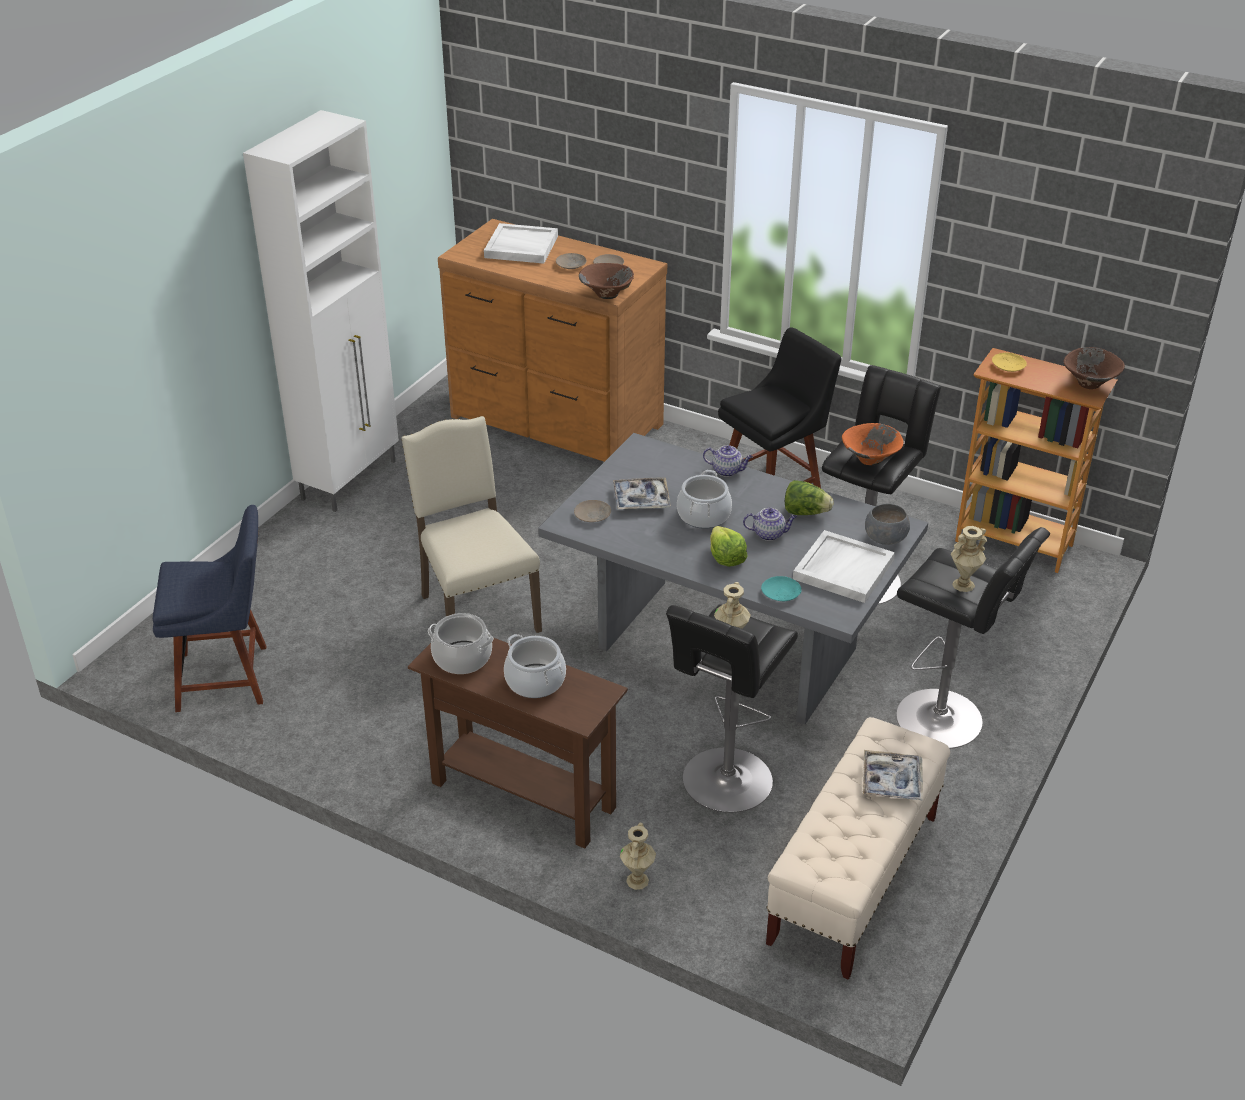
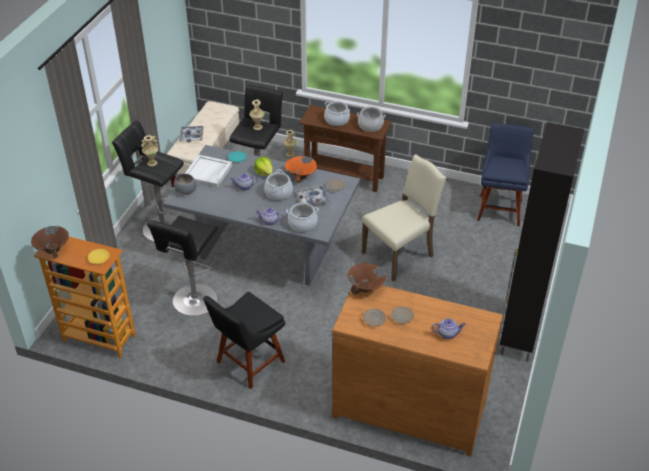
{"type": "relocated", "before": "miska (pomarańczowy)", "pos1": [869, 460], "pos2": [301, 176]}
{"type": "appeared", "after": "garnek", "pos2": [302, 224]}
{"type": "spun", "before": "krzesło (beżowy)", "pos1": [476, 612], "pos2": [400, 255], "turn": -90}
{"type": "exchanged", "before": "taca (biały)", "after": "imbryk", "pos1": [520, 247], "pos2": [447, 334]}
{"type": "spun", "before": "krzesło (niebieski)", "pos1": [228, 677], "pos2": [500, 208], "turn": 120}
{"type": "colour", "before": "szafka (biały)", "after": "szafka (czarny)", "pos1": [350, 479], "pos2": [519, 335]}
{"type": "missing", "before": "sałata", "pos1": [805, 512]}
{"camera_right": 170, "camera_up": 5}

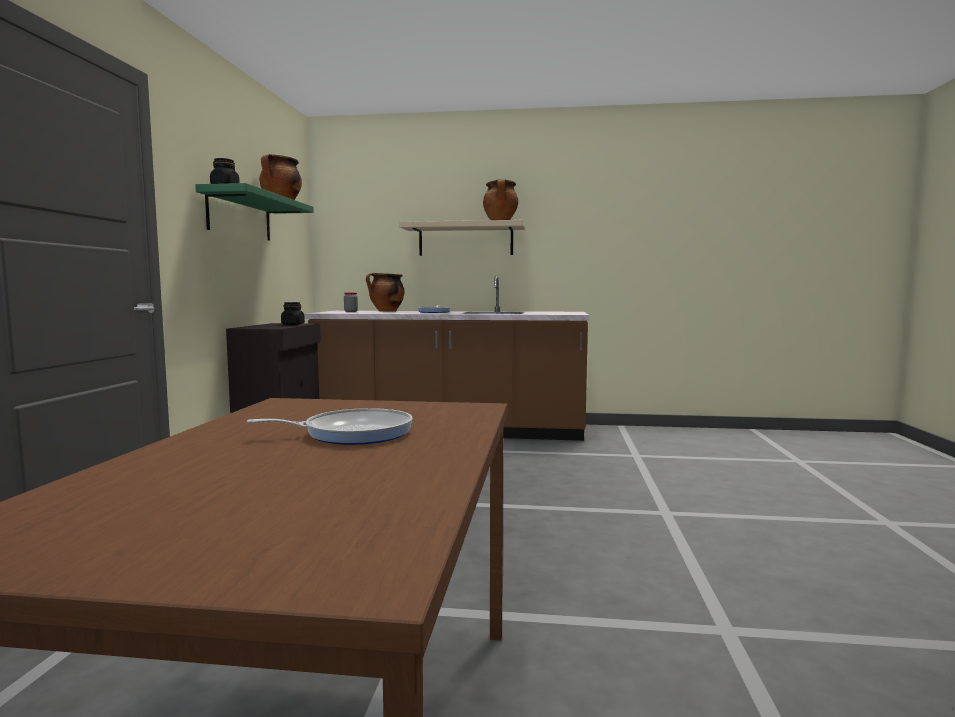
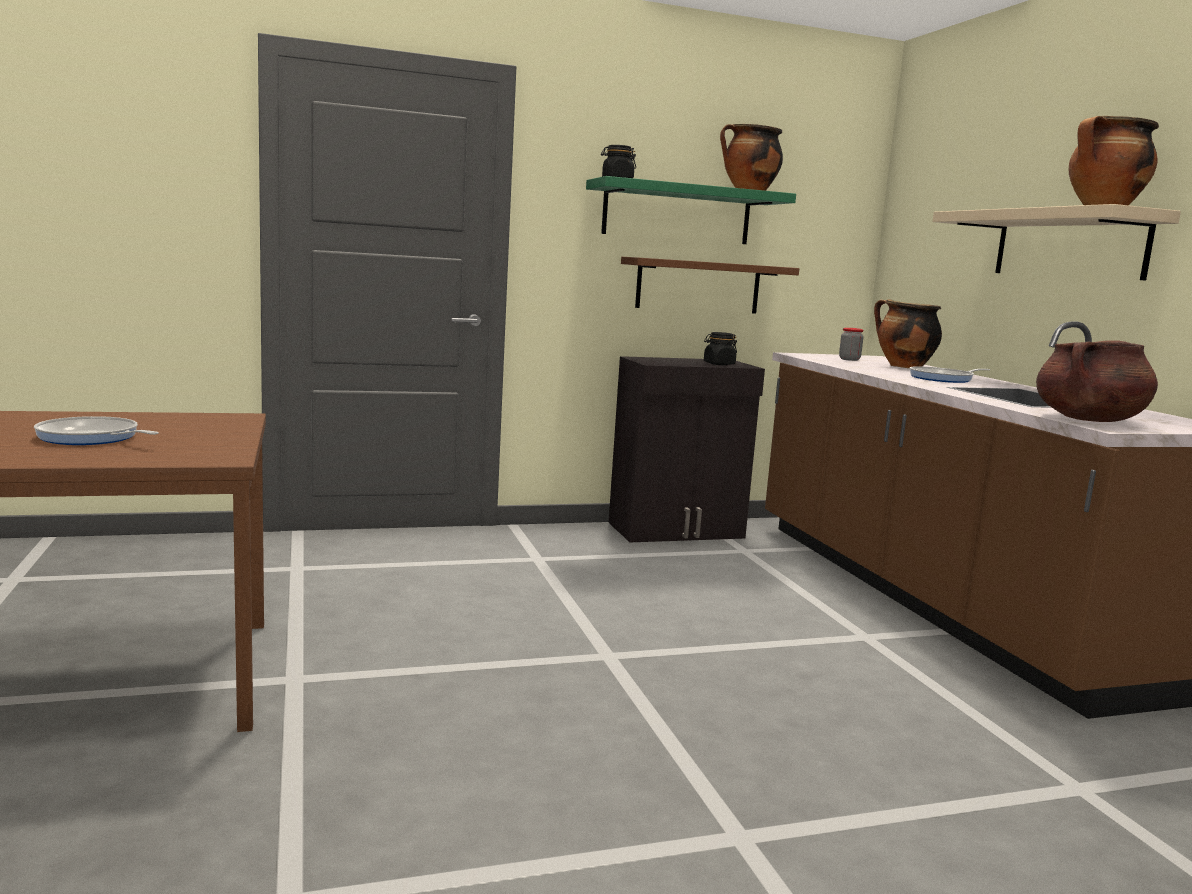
{"type": "spun", "before": "patelnia", "pos1": [352, 433], "pos2": [91, 438], "turn": 150}
{"type": "appeared", "after": "półka (brązowy)", "pos2": [698, 286]}
{"type": "appeared", "after": "garnek (brązowy)", "pos2": [1089, 420]}
{"camera_right": 65, "camera_up": 5}

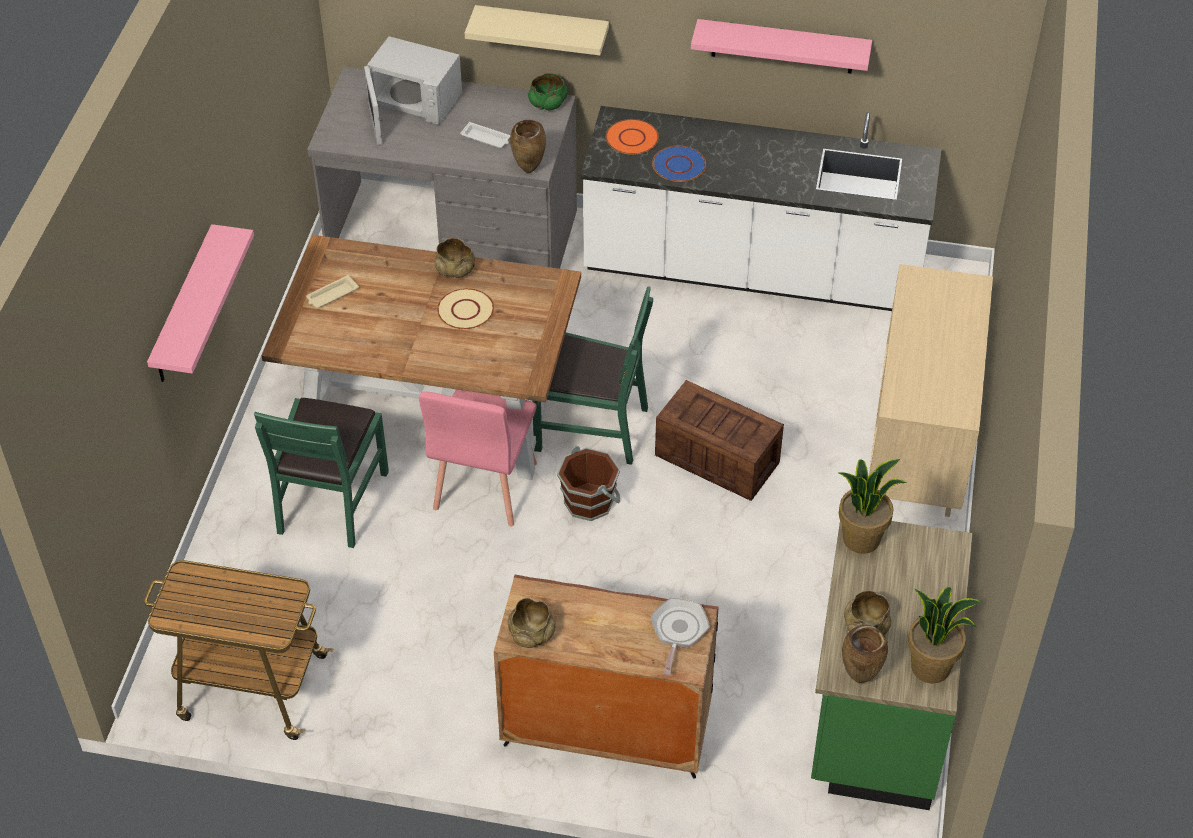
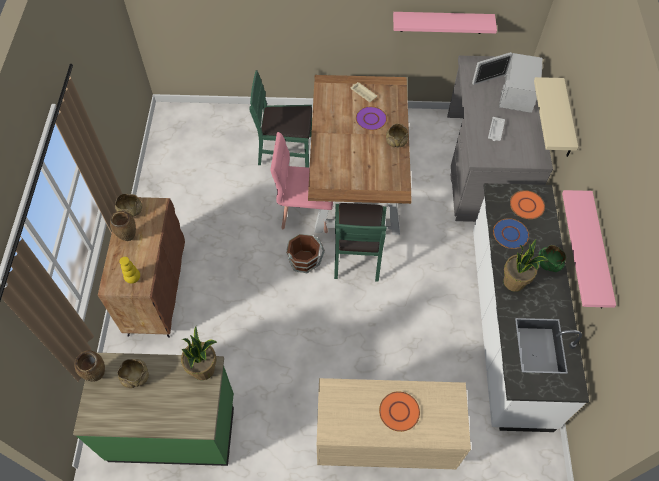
{"type": "relocated", "before": "wazon (brązowy)", "pos1": [529, 170], "pos2": [128, 238]}
{"type": "exchanged", "before": "patelnia", "after": "wazon (żółty)", "pos1": [678, 631], "pos2": [133, 278]}
{"type": "appeared", "after": "talerz (fioletowy)", "pos2": [371, 119]}
{"type": "appeared", "after": "talerz (pomarańczowy)", "pos2": [399, 411]}
{"type": "relocated", "before": "półka (różowy)", "pos1": [183, 307], "pos2": [442, 22]}
{"type": "relocated", "before": "roślina doniczkowa", "pos1": [931, 666], "pos2": [514, 282]}
{"type": "relocated", "before": "miska (zielony)", "pos1": [548, 103], "pos2": [549, 263]}
{"type": "missing", "before": "wózek", "pos1": [250, 686]}
{"type": "missing", "before": "talerz (beżowy)", "pos1": [465, 310]}
{"type": "missing", "before": "skrzynka", "pos1": [715, 458]}
{"camera_right": 80, "camera_up": 10}

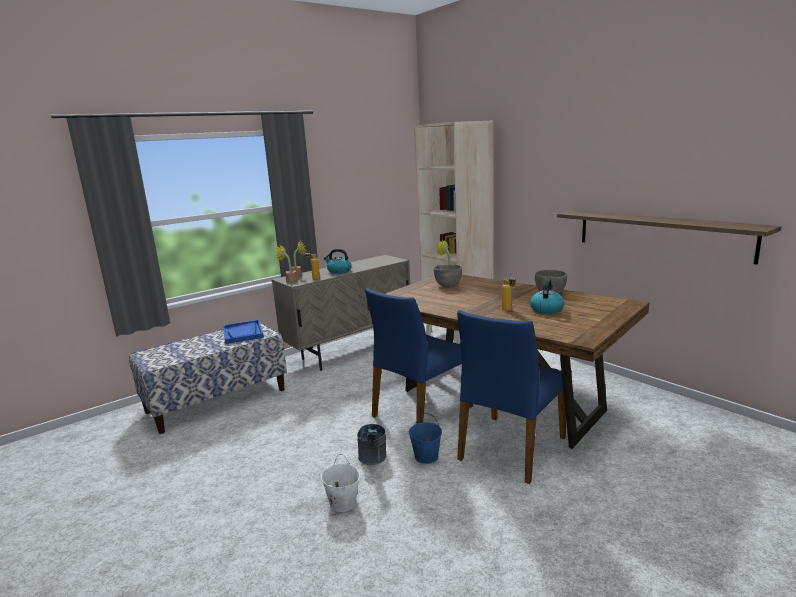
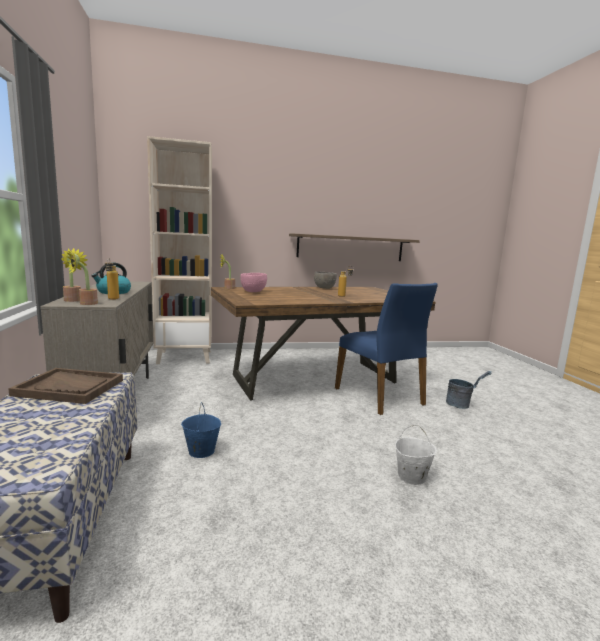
{"type": "colour", "before": "taca (niebieski)", "after": "taca (brązowy)", "pos1": [243, 333], "pos2": [70, 387]}
{"type": "relocated", "before": "wiadro (niebieski)", "pos1": [426, 456], "pos2": [201, 451]}
{"type": "colour", "before": "miska (szary)", "after": "miska (różowy)", "pos1": [448, 285], "pos2": [253, 292]}
{"type": "relocated", "before": "wiadro (szary)", "pos1": [373, 460], "pos2": [462, 405]}
{"type": "missing", "before": "krzesło (niebieski)", "pos1": [420, 411]}
{"type": "missing", "before": "czajnik", "pos1": [546, 309]}
{"camera_right": -65, "camera_up": -5}

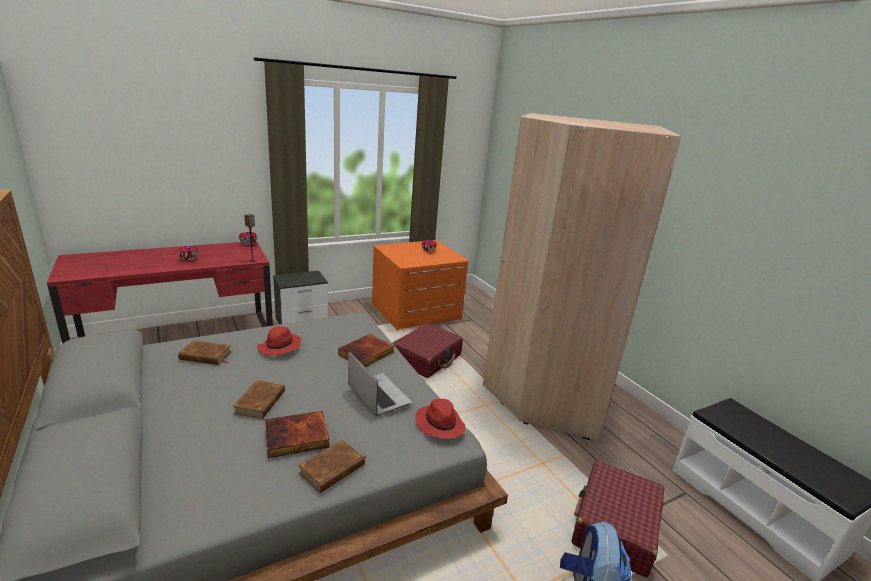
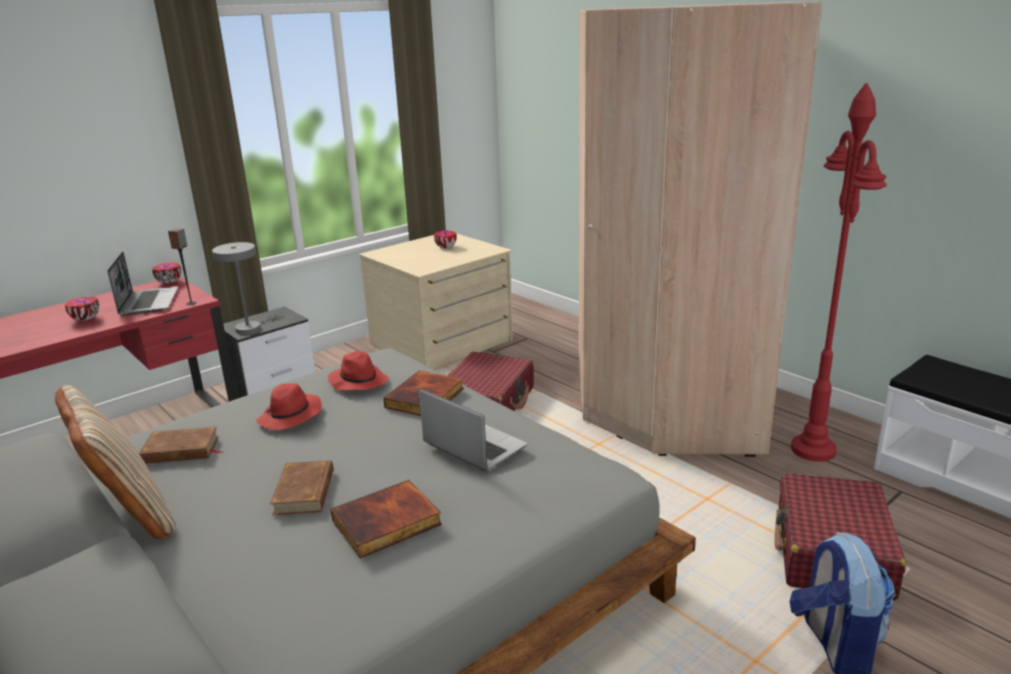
{"type": "appeared", "after": "poduszka (beżowy)", "pos2": [130, 516]}
{"type": "appeared", "after": "laptop", "pos2": [148, 302]}
{"type": "appeared", "after": "lampa stołowa (szary)", "pos2": [252, 328]}
{"type": "relocated", "before": "kapelusz (czerwony)", "pos1": [439, 424], "pos2": [358, 381]}
{"type": "colour", "before": "komoda (pomarańczowy)", "after": "komoda (beżowy)", "pos1": [416, 312], "pos2": [442, 343]}
{"type": "appeared", "after": "lampa stojąca (czerwony)", "pos2": [812, 449]}
{"type": "missing", "before": "książka (brązowy)", "pos1": [332, 469]}
{"camera_right": -10, "camera_up": 0}

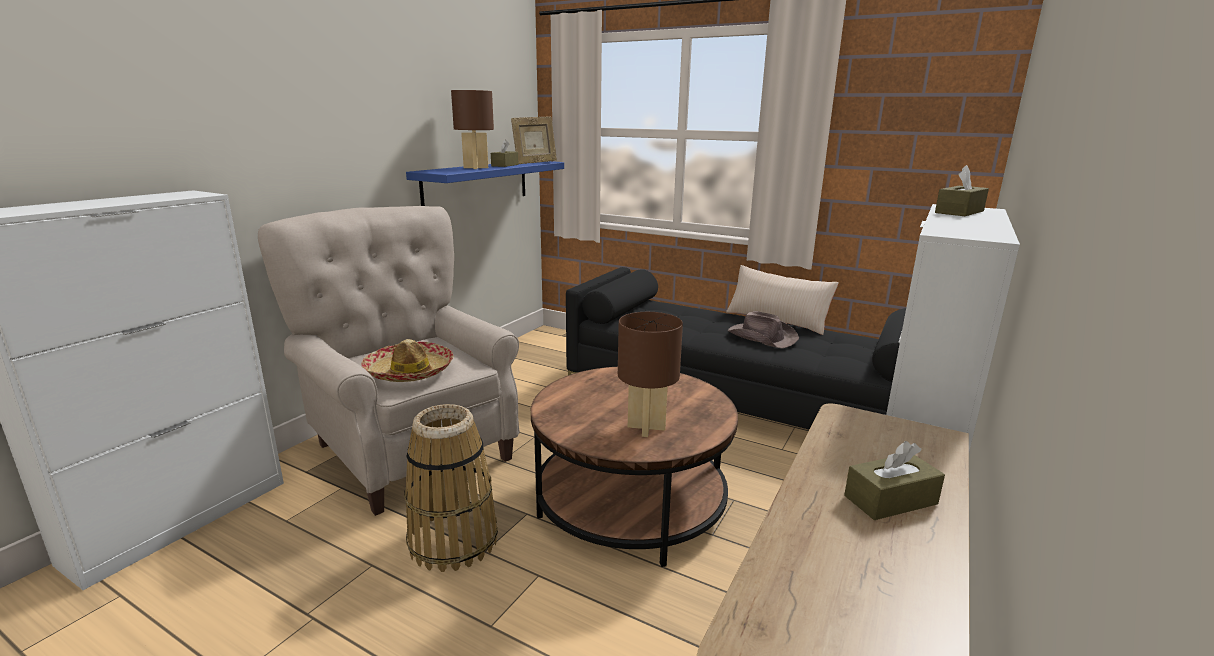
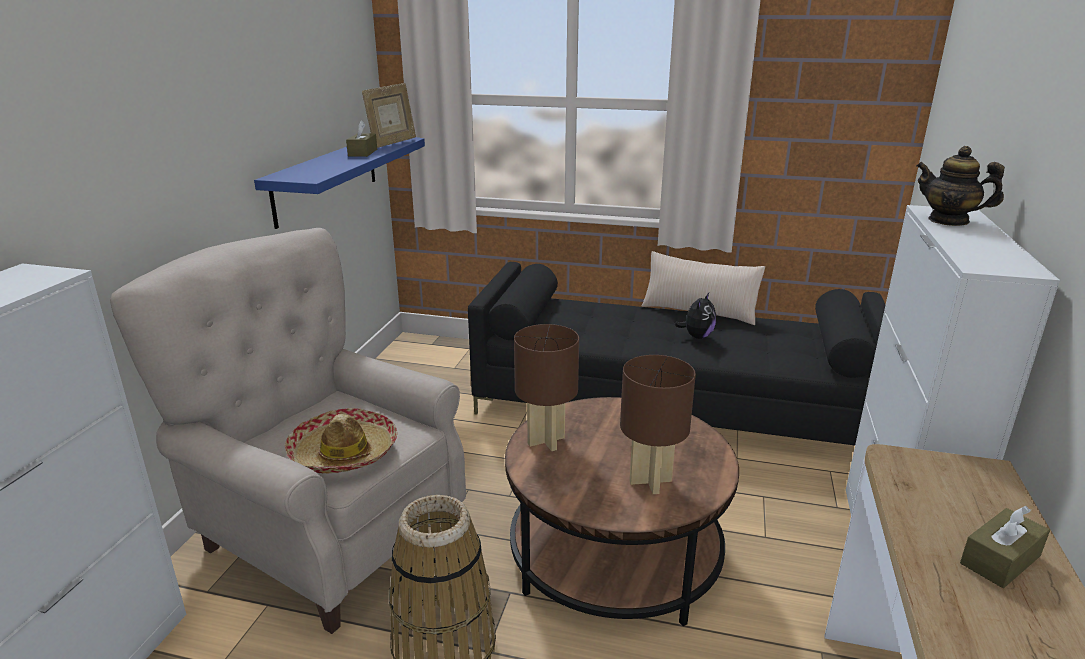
{"type": "relocated", "before": "lampa stołowa (brązowy)", "pos1": [475, 168], "pos2": [545, 441]}
{"type": "exchanged", "before": "kapelusz (brązowy)", "after": "pluszak", "pos1": [761, 336], "pos2": [697, 336]}
{"type": "exchanged", "before": "pudełko chusteczek (brązowy)", "after": "imbryk", "pos1": [959, 212], "pos2": [948, 221]}
{"camera_right": -15, "camera_up": 5}

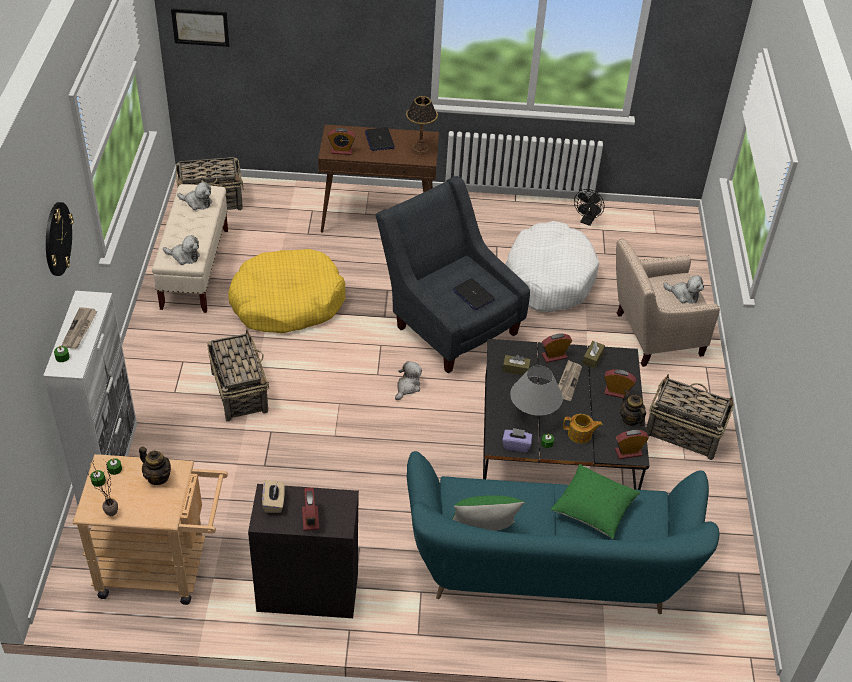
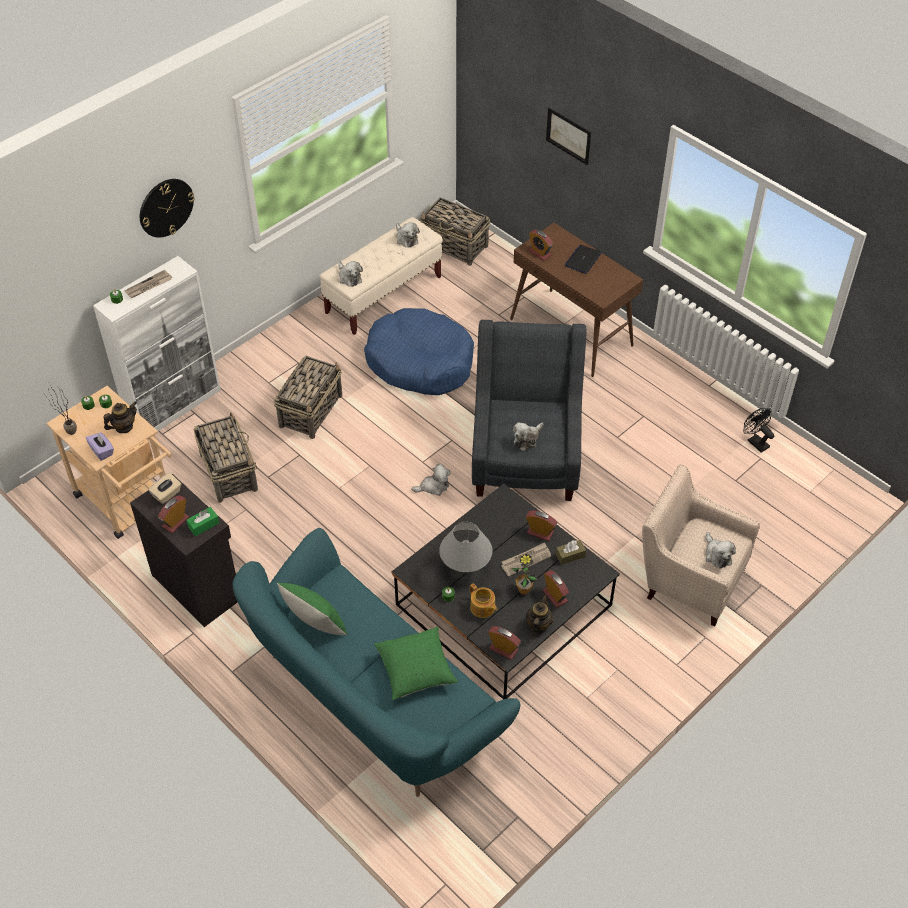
{"type": "relocated", "before": "pudełko chusteczek (fioletowy)", "pos1": [516, 445], "pos2": [102, 451]}
{"type": "spun", "before": "imbryk", "pos1": [158, 477], "pos2": [124, 427], "turn": -120}
{"type": "appeared", "after": "pudełko chusteczek (zielony)", "pos2": [203, 525]}
{"type": "relocated", "before": "koszyk", "pos1": [683, 433], "pos2": [228, 471]}
{"type": "colour", "before": "legowisko (żółty)", "after": "legowisko (niebieski)", "pos1": [287, 302], "pos2": [420, 362]}
{"type": "appeared", "after": "roślina doniczkowa", "pos2": [524, 590]}
{"type": "exchanged", "before": "laptop", "after": "pluszak", "pos1": [473, 295], "pos2": [527, 439]}
{"type": "relocated", "before": "obraz", "pos1": [200, 27], "pos2": [568, 136]}
{"type": "spun", "before": "wentylator (czarny)", "pos1": [587, 221], "pos2": [755, 442], "turn": 75}
{"type": "missing", "before": "lampa stołowa", "pos1": [420, 149]}
{"type": "missing", "before": "pudełko chusteczek (brązowy)", "pos1": [515, 369]}
{"type": "missing", "before": "legowisko (biały)", "pos1": [549, 278]}
{"camera_right": 45, "camera_up": 5}

